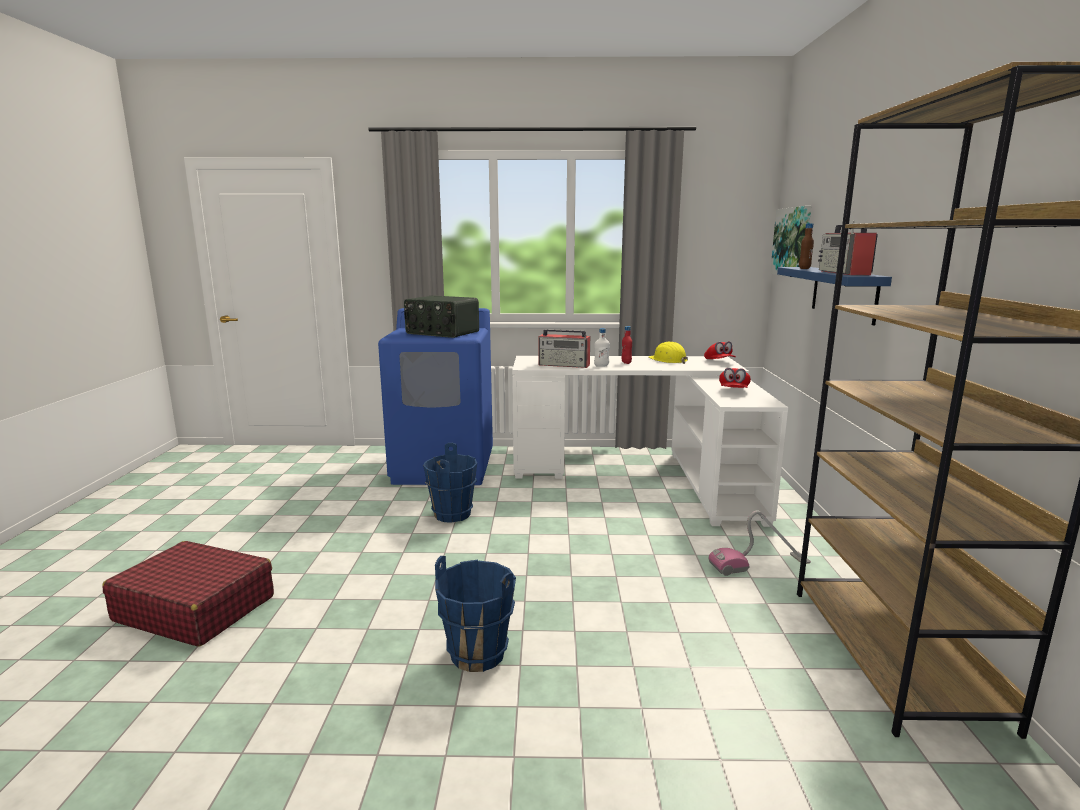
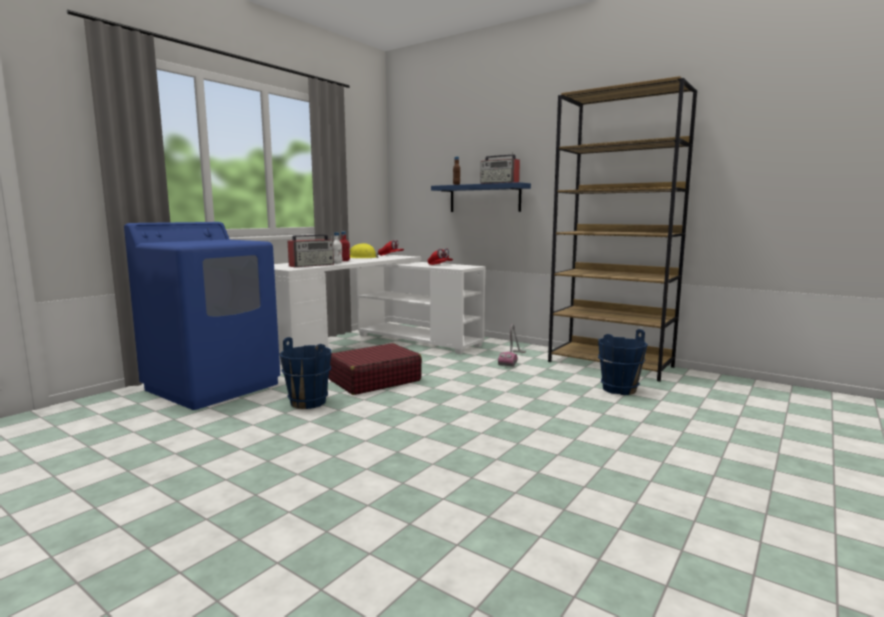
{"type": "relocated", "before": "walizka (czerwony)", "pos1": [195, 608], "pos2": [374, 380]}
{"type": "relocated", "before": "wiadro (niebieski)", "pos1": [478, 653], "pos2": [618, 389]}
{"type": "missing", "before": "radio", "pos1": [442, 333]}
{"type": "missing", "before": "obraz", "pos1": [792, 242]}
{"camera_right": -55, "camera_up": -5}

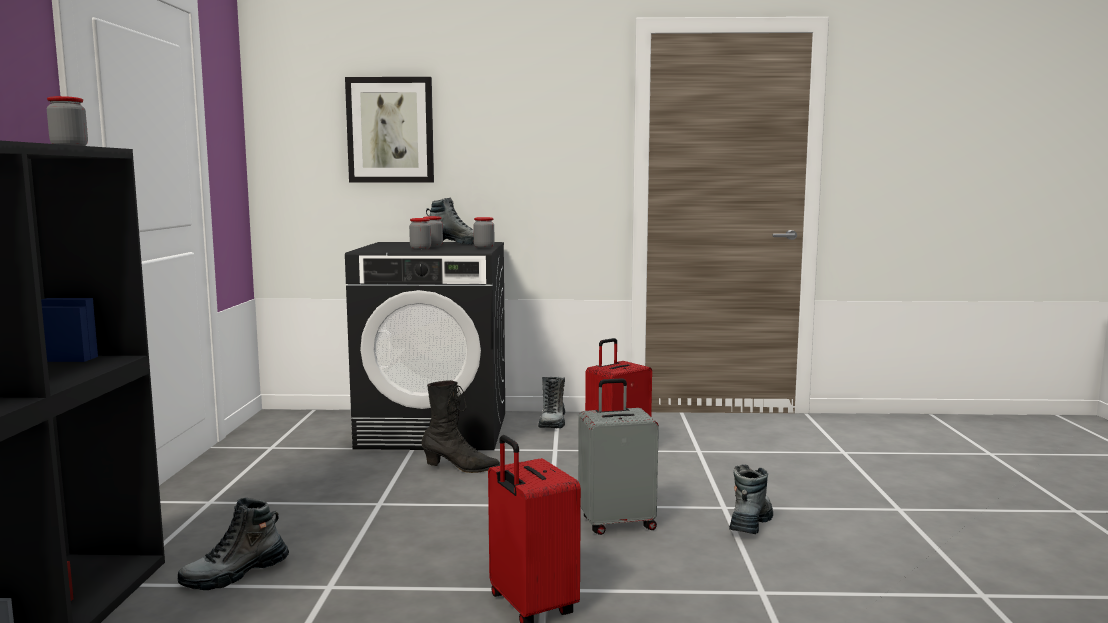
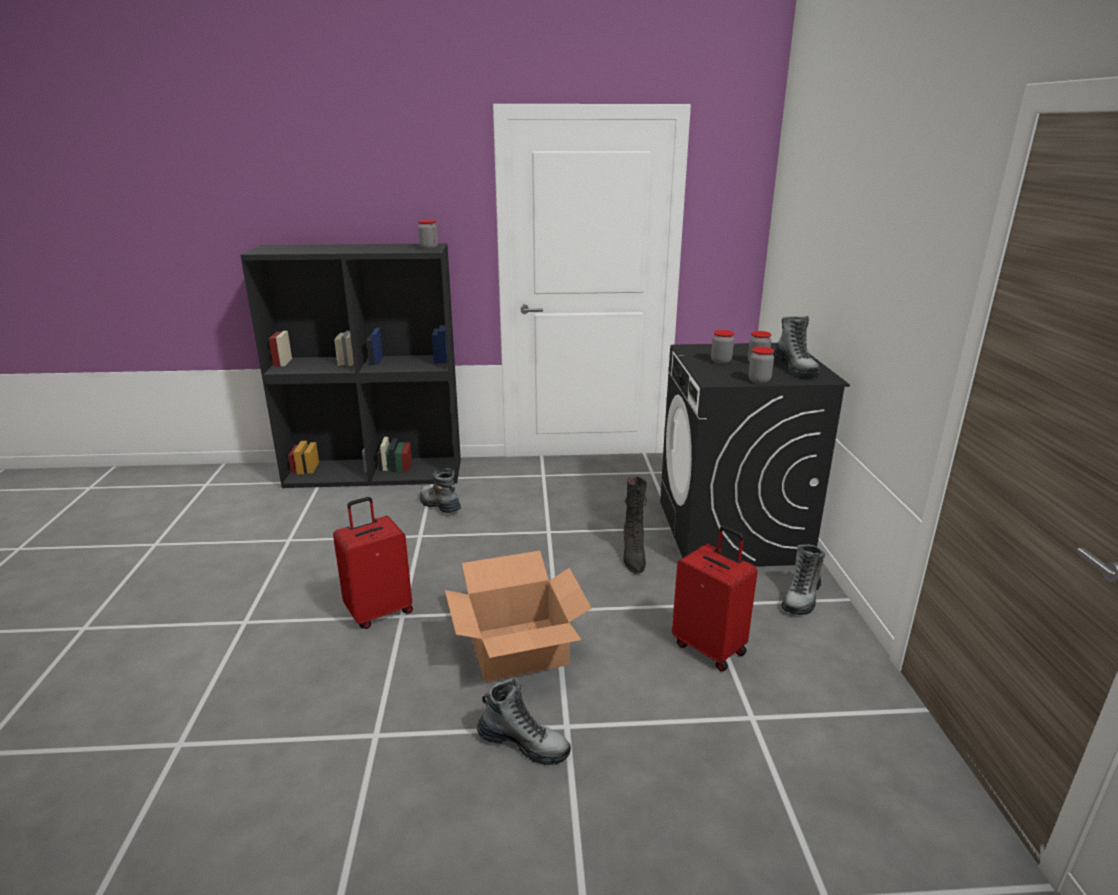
{"type": "exchanged", "before": "walizka (szary)", "after": "karton", "pos1": [617, 523], "pos2": [519, 649]}
{"type": "spun", "before": "but z cholewką", "pos1": [552, 422], "pos2": [801, 597], "turn": -60}
{"type": "missing", "before": "obraz", "pos1": [390, 130]}
{"camera_right": 85, "camera_up": 15}

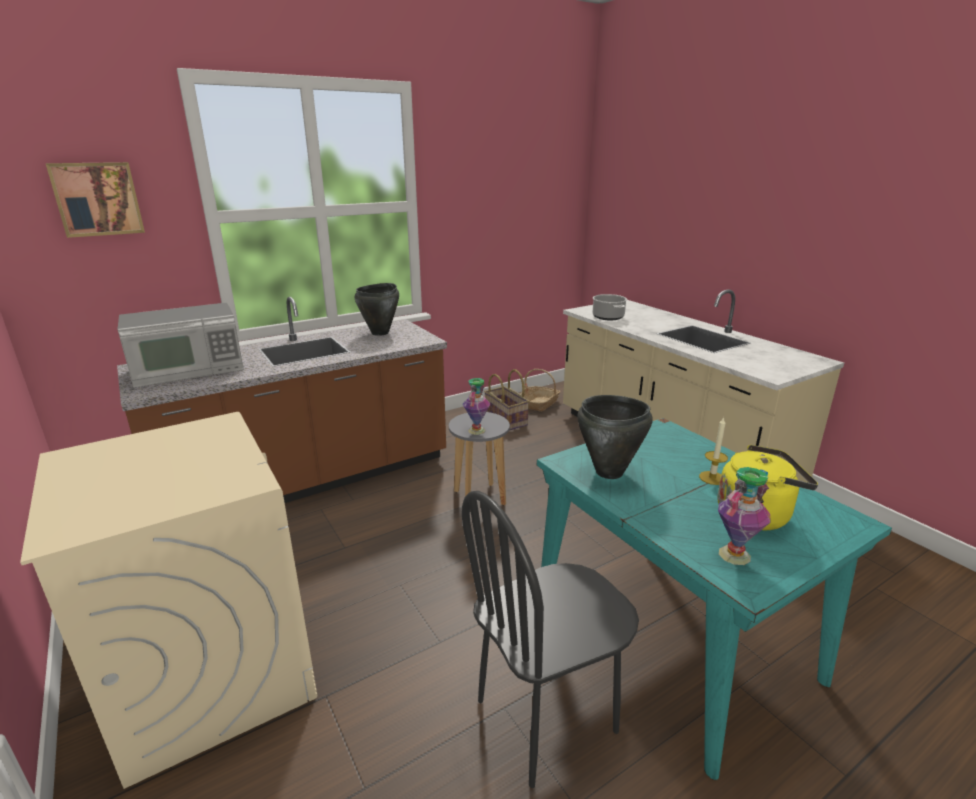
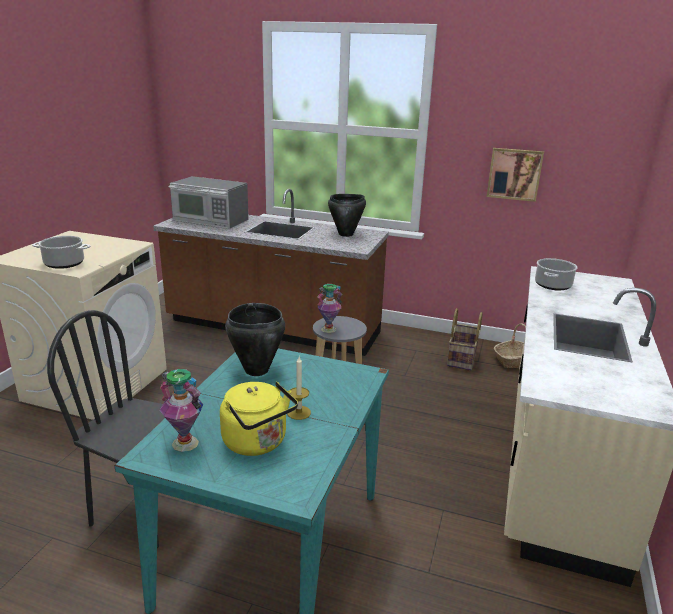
{"type": "appeared", "after": "garnek", "pos2": [63, 264]}
{"type": "relocated", "before": "obraz", "pos1": [97, 199], "pos2": [514, 174]}
{"camera_right": 50, "camera_up": 0}

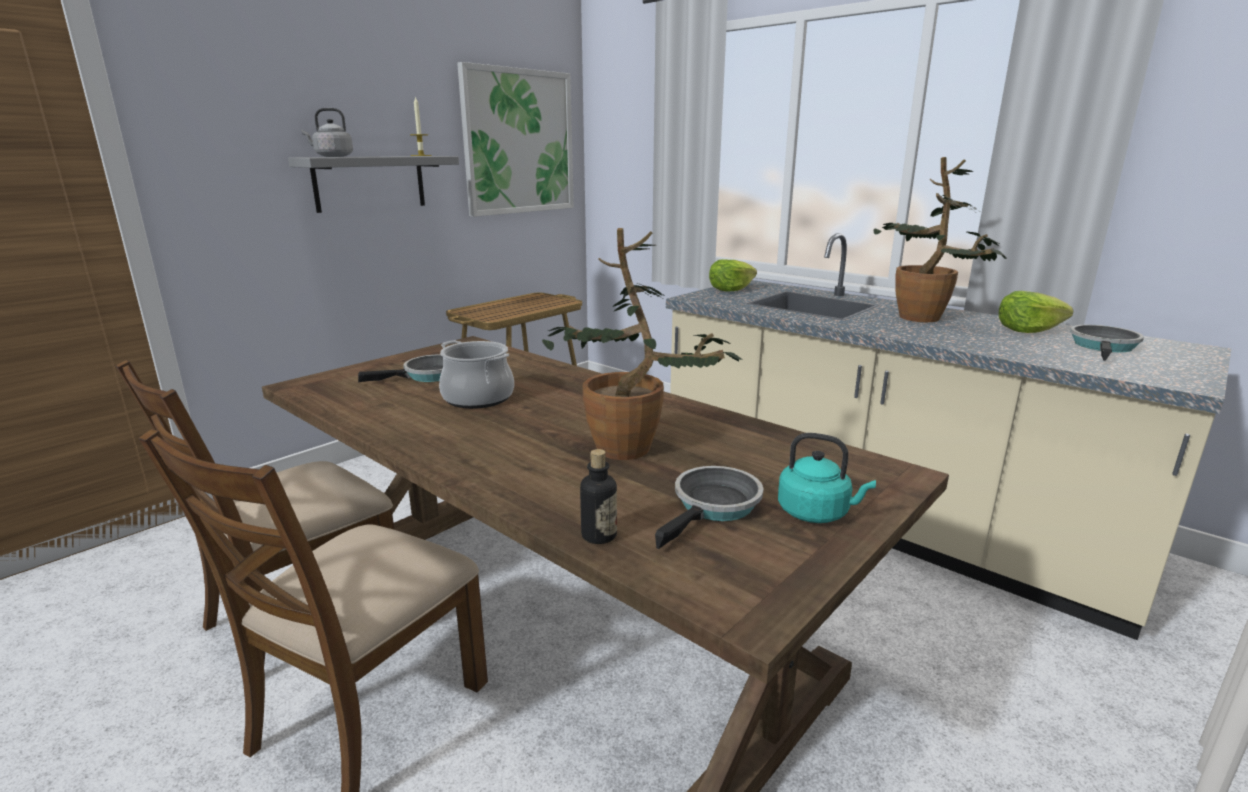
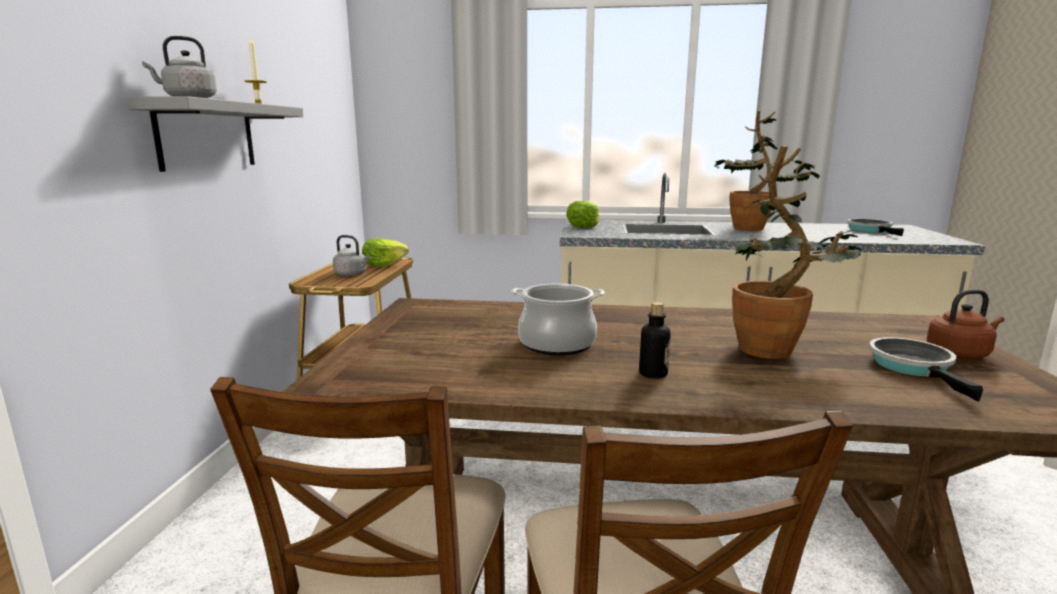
{"type": "appeared", "after": "czajnik (szary)", "pos2": [352, 274]}
{"type": "relocated", "before": "sałata", "pos1": [1027, 330], "pos2": [384, 264]}
{"type": "relocated", "before": "butelka", "pos1": [599, 535], "pos2": [653, 374]}
{"type": "colour", "before": "czajnik (turkusowy)", "after": "czajnik (brązowy)", "pos1": [816, 513], "pos2": [959, 353]}
{"type": "missing", "before": "patelnia", "pos1": [428, 375]}
{"type": "missing", "before": "obraz", "pos1": [519, 142]}
{"camera_right": -35, "camera_up": -5}

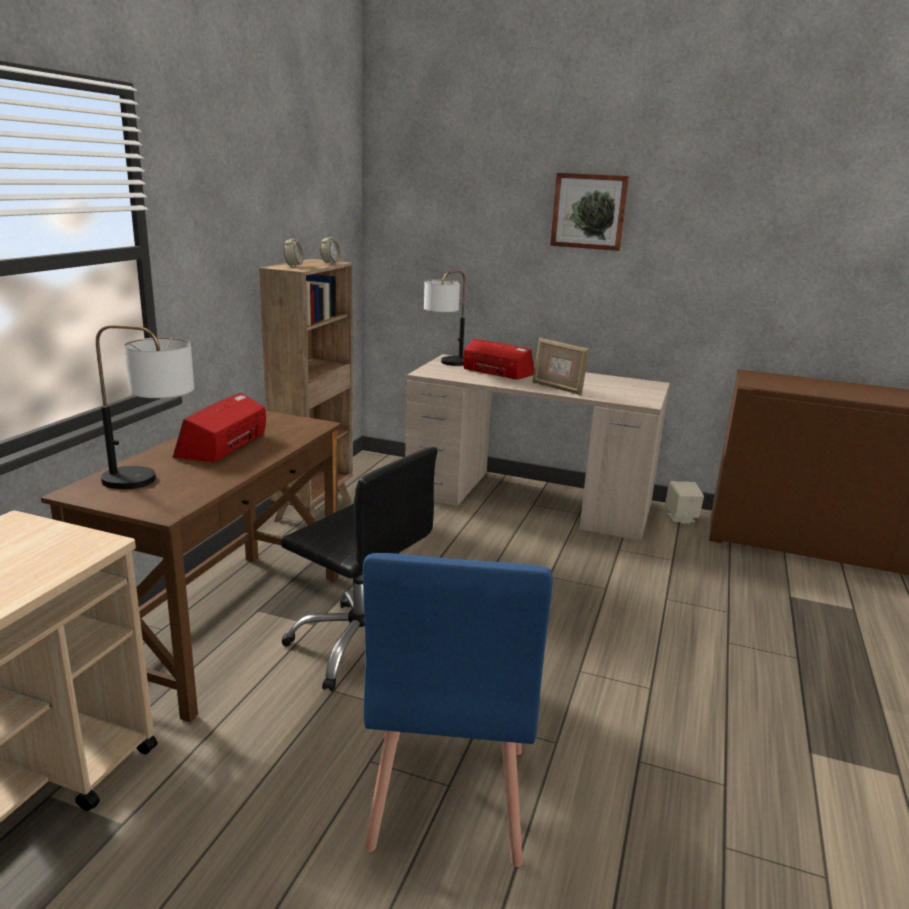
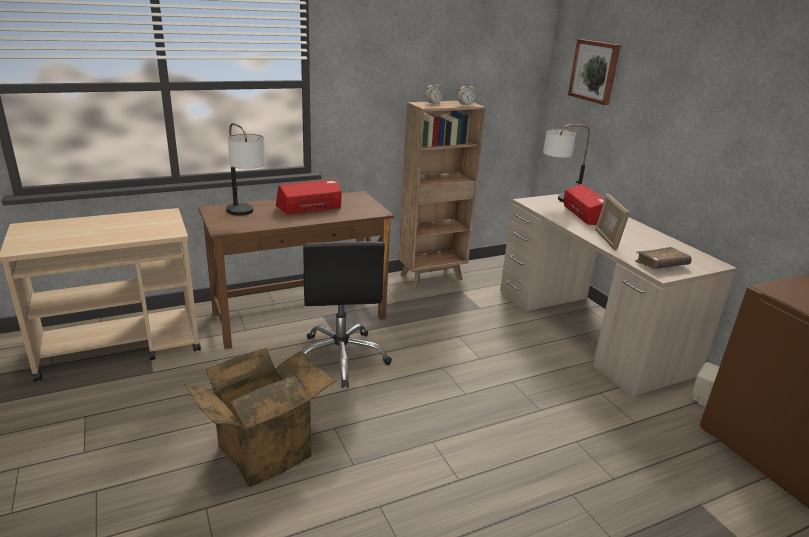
{"type": "exchanged", "before": "krzesło (niebieski)", "after": "karton", "pos1": [447, 797], "pos2": [264, 448]}
{"type": "relocated", "before": "obraz", "pos1": [589, 211], "pos2": [594, 71]}
{"type": "appeared", "after": "książka (brązowy)", "pos2": [661, 264]}
{"camera_right": 45, "camera_up": 5}

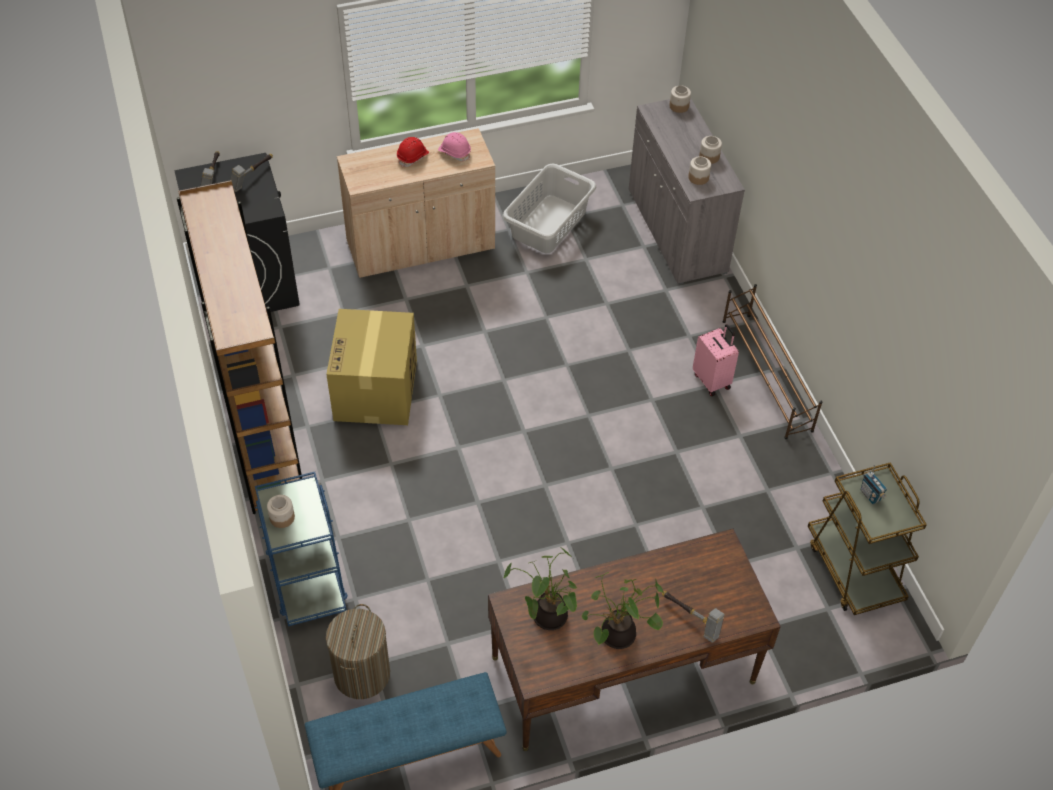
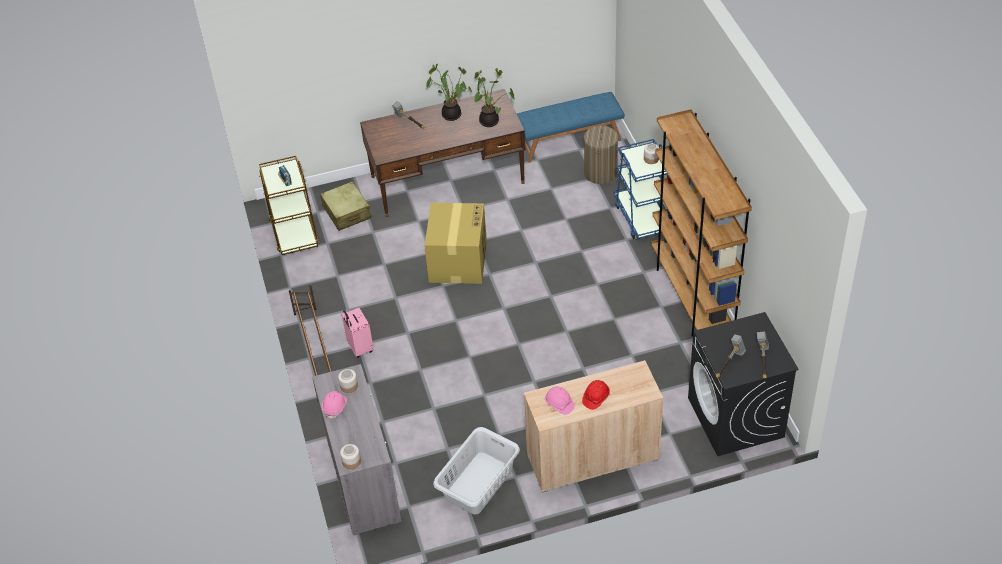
{"type": "appeared", "after": "walizka (beżowy)", "pos2": [346, 212]}
{"type": "exchanged", "before": "słoik", "after": "kask (różowy)", "pos1": [709, 157], "pos2": [335, 407]}
{"type": "relocated", "before": "karton", "pos1": [376, 391], "pos2": [458, 260]}
{"camera_right": -175, "camera_up": -5}

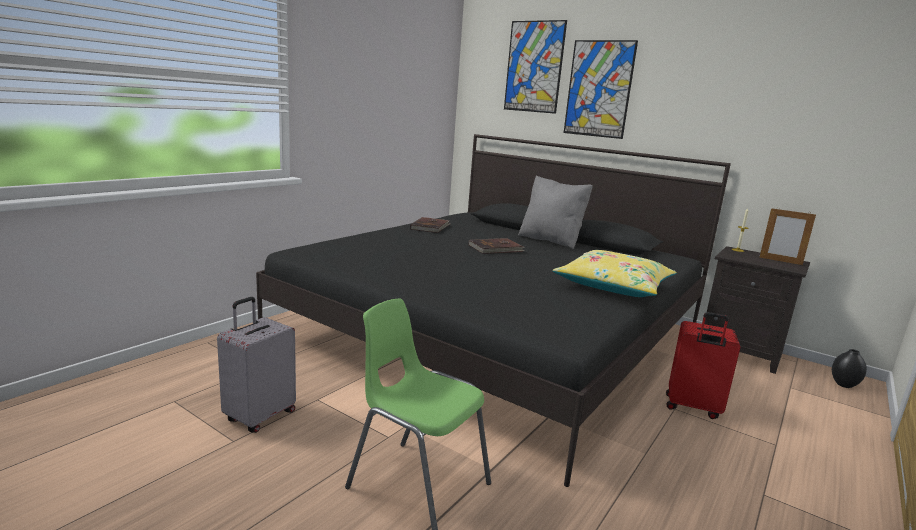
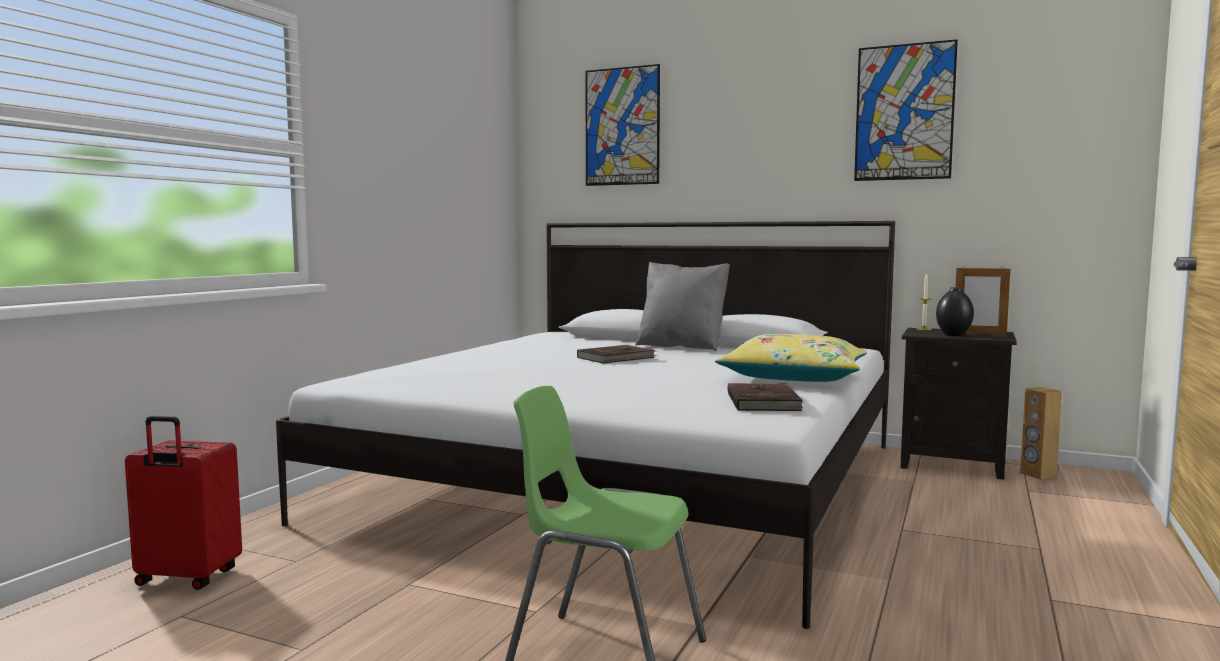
{"type": "relocated", "before": "walizka (czerwony)", "pos1": [692, 408], "pos2": [186, 578]}
{"type": "colour", "before": "łóżko (czarny)", "after": "łóżko (biały)", "pos1": [496, 334], "pos2": [631, 480]}
{"type": "relocated", "before": "książka (brązowy)", "pos1": [430, 227], "pos2": [764, 401]}
{"type": "relocated", "before": "obraz", "pos1": [599, 89], "pos2": [904, 112]}
{"type": "relocated", "before": "wazon (czarny)", "pos1": [843, 385], "pos2": [953, 335]}
{"type": "appeared", "after": "głośnik (brązowy)", "pos2": [1037, 475]}
{"type": "missing", "before": "walizka (szary)", "pos1": [259, 416]}
{"camera_right": -10, "camera_up": -10}

